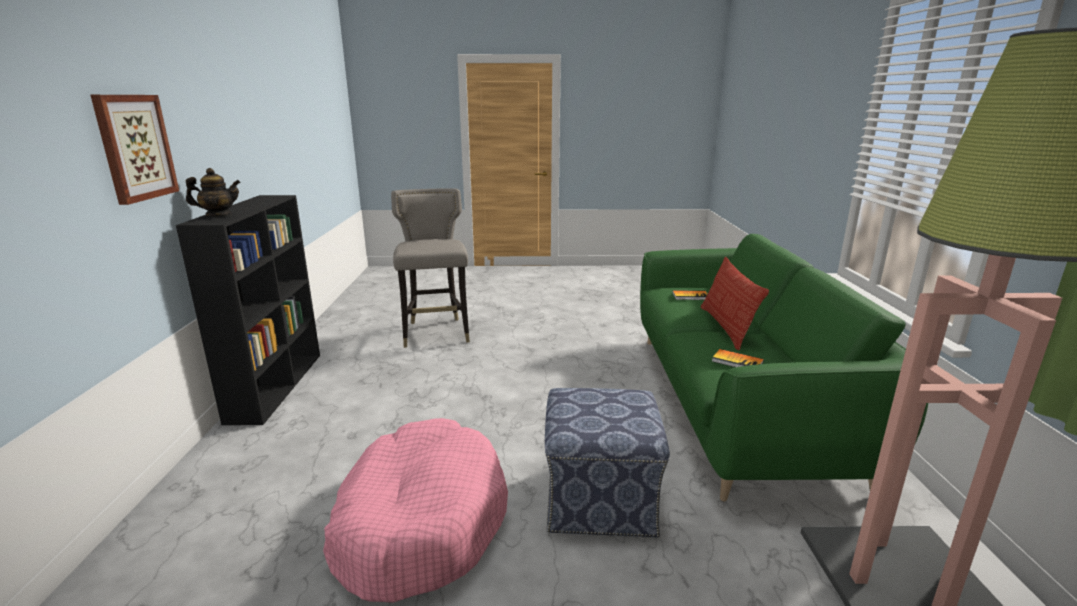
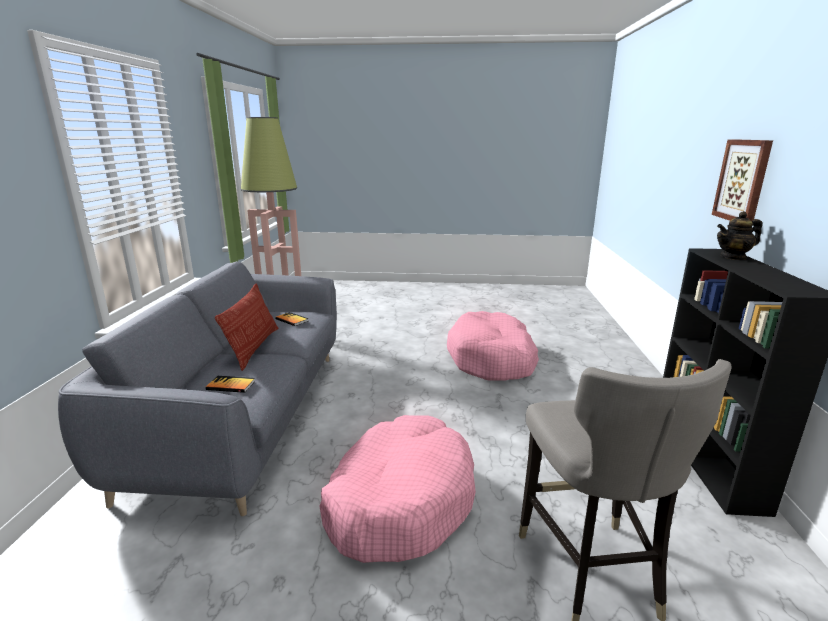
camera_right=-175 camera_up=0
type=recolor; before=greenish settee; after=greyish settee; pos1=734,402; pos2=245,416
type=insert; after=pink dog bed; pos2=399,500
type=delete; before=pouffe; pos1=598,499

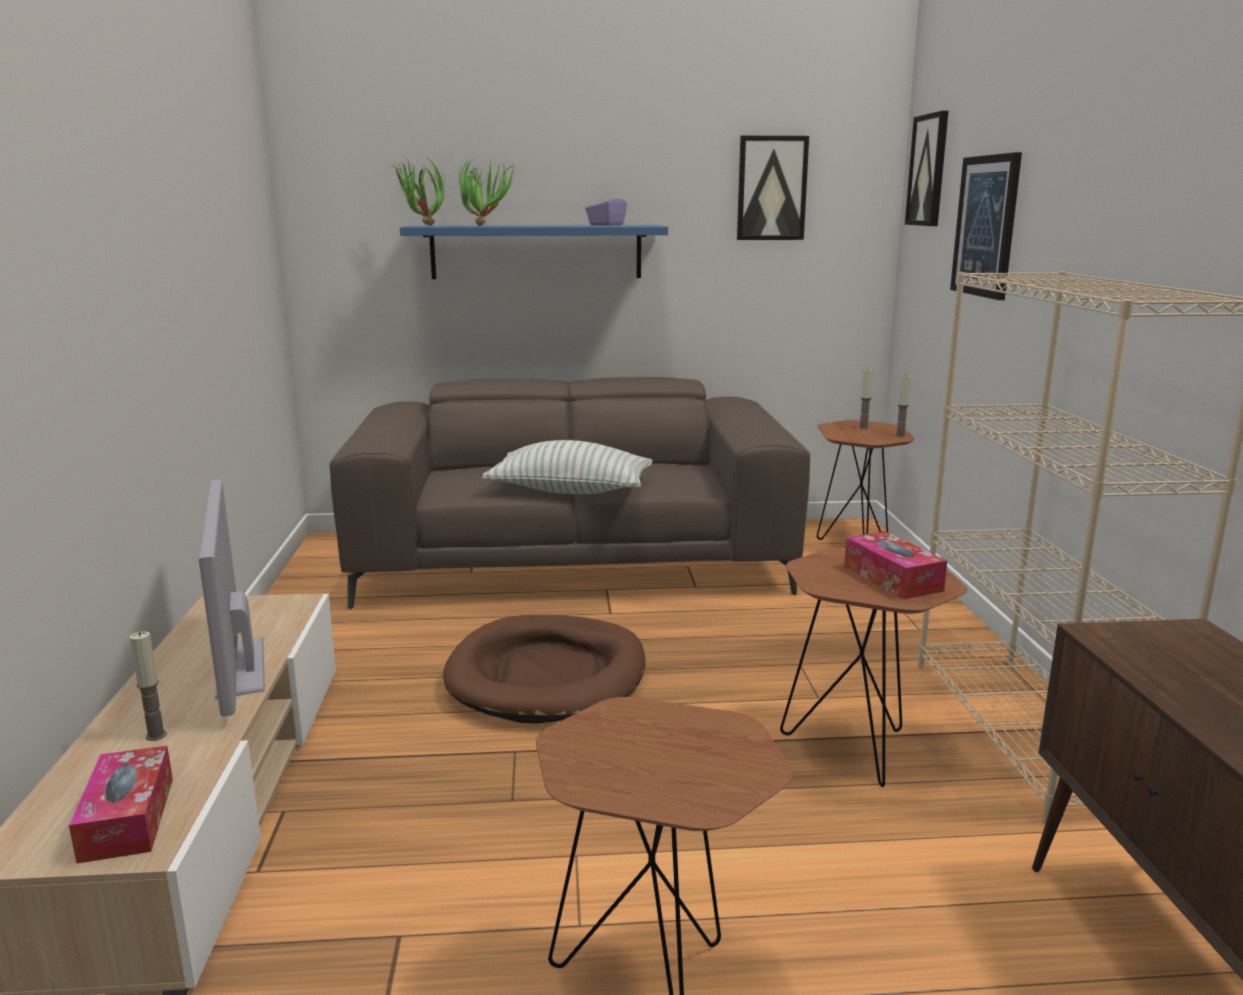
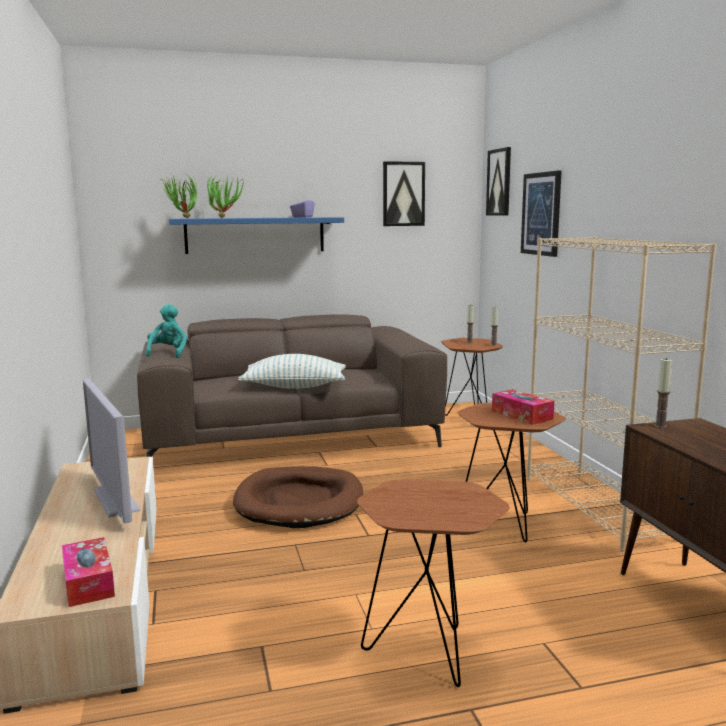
camera_right=-10 camera_up=-5
type=insert; after=blue-green plush toy; pos2=168,353
type=move; before=candle; pos1=156,735; pos2=660,426

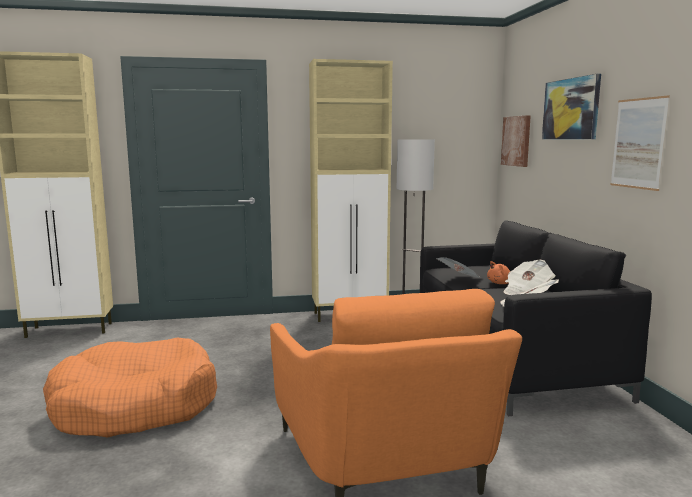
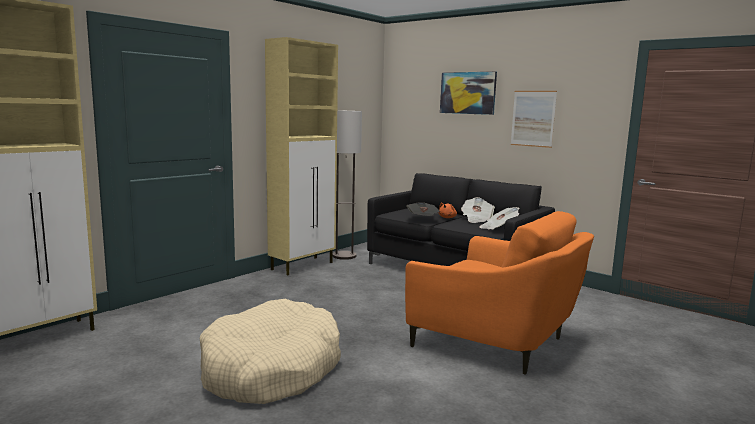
camera_right=-40 camera_up=0
type=recolor; before=orange dog bed; after=sand-coloured dog bed; pos1=135,405; pos2=271,369
type=delete; before=wall art; pos1=516,141

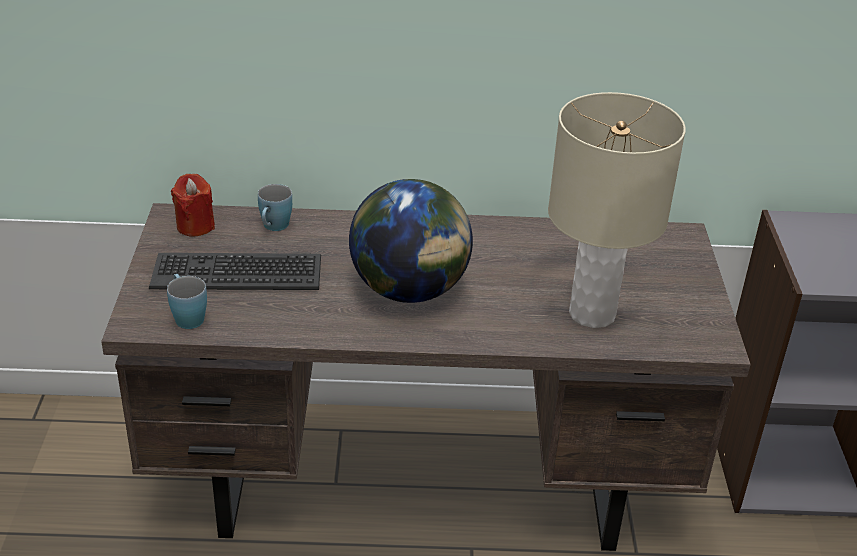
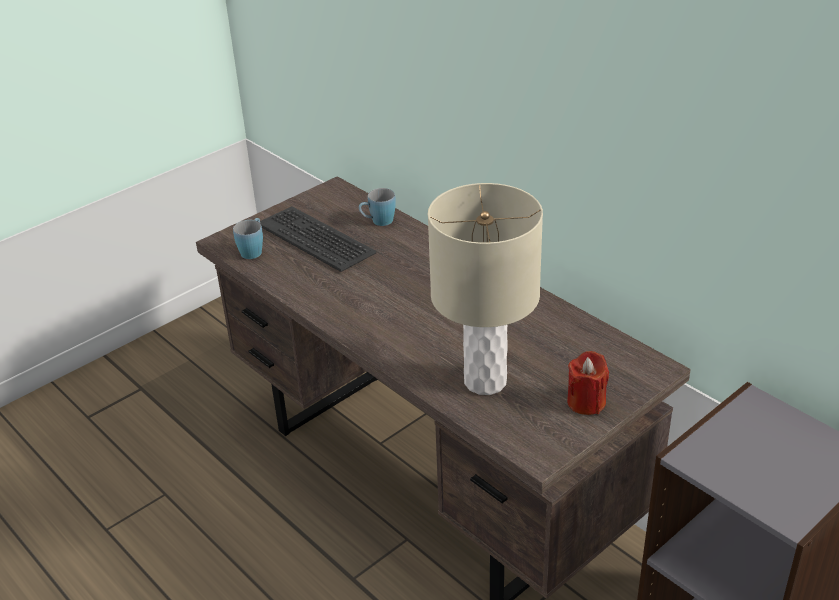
camera_right=50 camera_up=0
type=move; before=red candle; pos1=195,226; pos2=586,402
type=delete; before=world globe; pos1=410,290

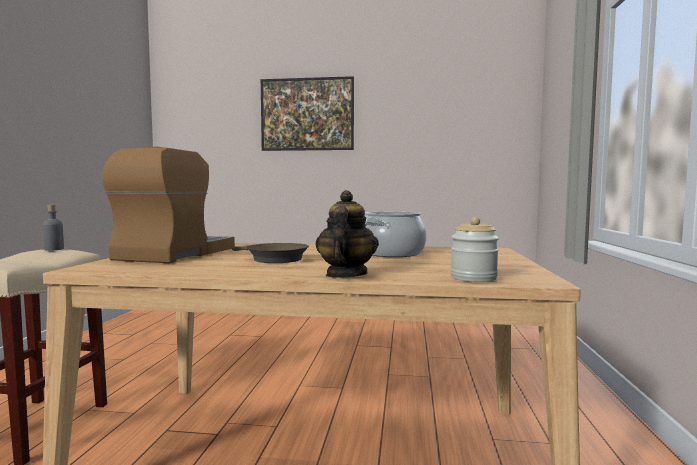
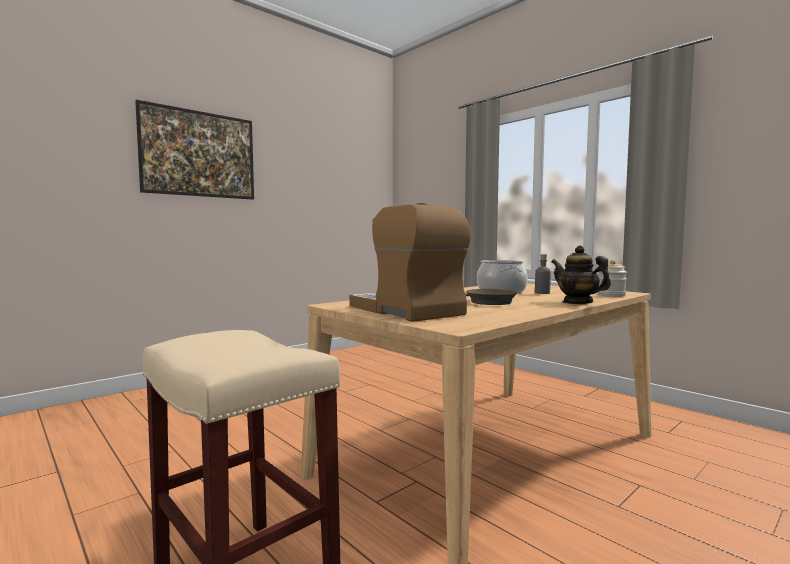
camera_right=-50 camera_up=0
type=move; before=greyish beverage bottle; pos1=54,249; pos2=542,293

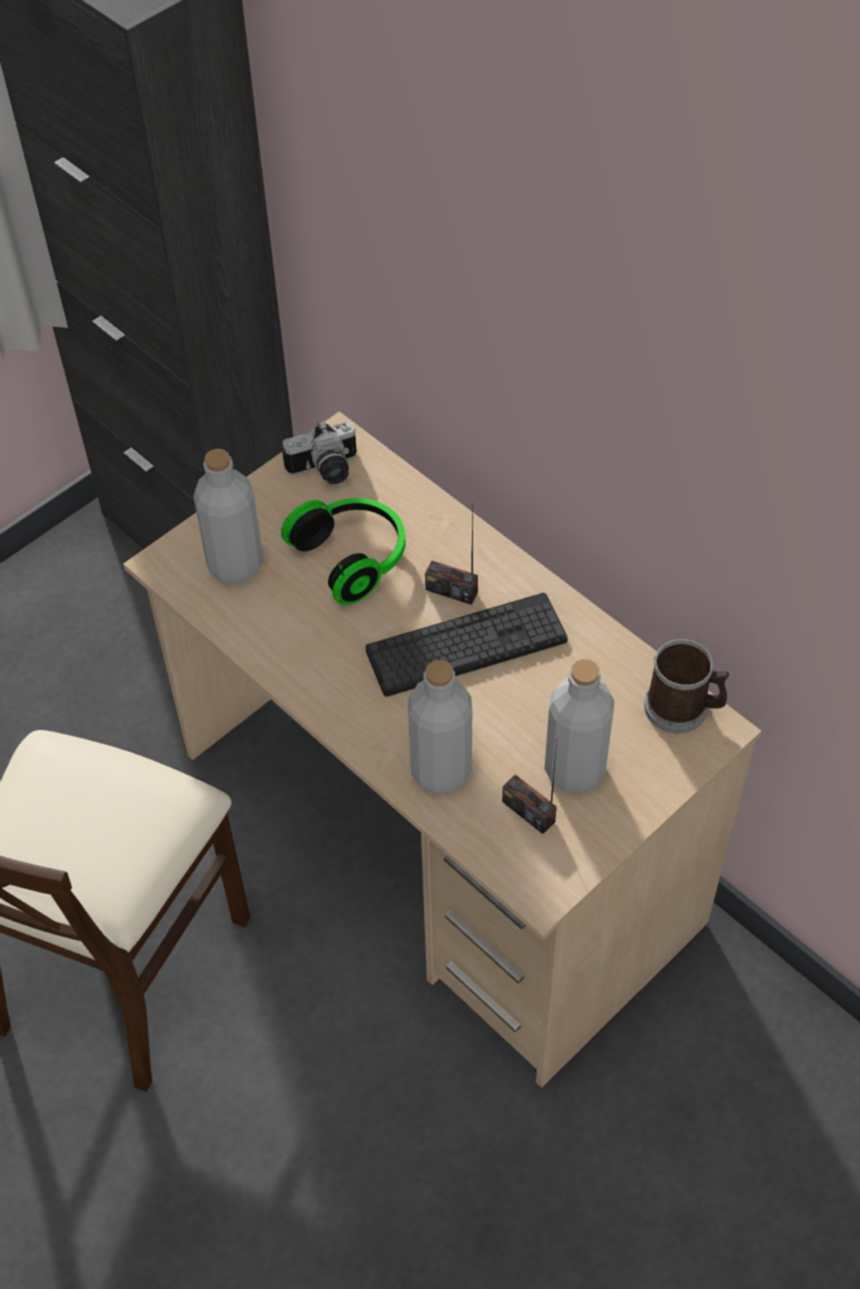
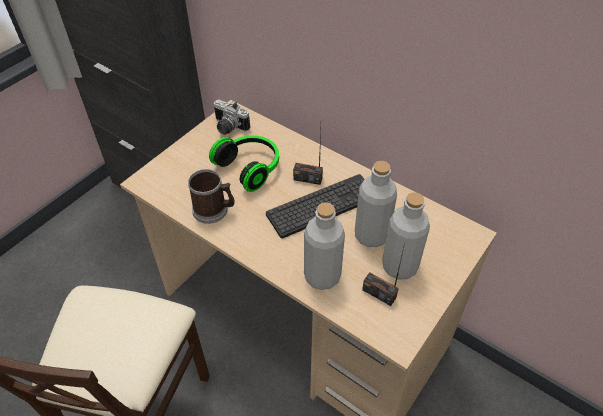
camera_right=-10 camera_up=-5
type=move; before=coffee mug; pos1=683,708; pos2=214,210
type=rotate; before=photo camera; pos1=325,471; pos2=228,127; turn=60
type=move; before=greyish beverage bottle; pos1=235,564; pos2=371,235

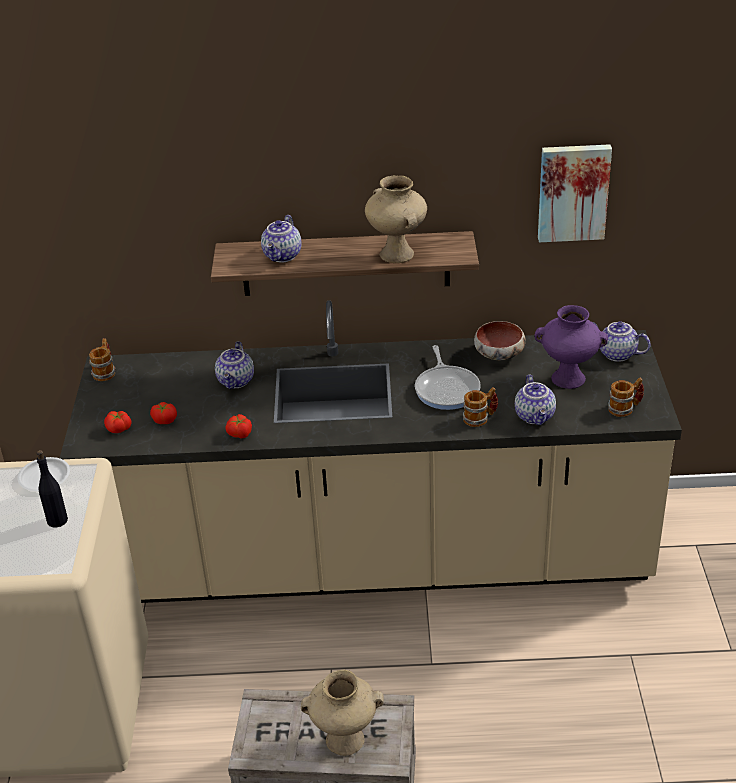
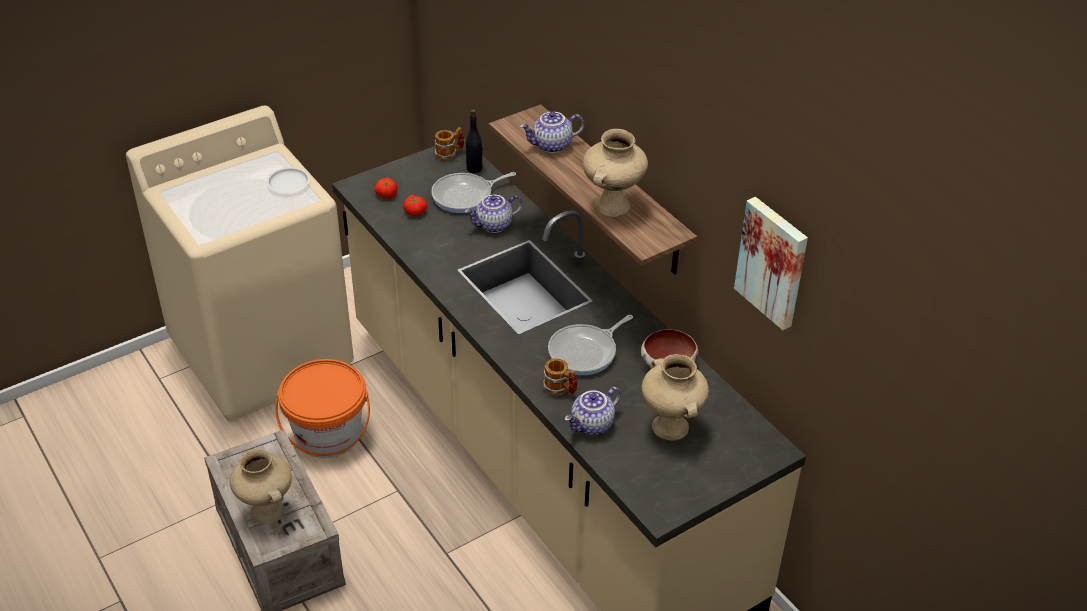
camera_right=55 camera_up=5
type=insert; after=orange pail; pos2=328,434
type=insert; after=frying pan; pos2=465,196
type=move; before=black beverage bottle; pos1=57,520; pos2=474,168
type=recolor; before=purple vase; after=sand-coloured vase; pos1=569,378; pos2=671,427
type=delete; before=tomato; pos1=239,434
type=delete; before=pot for tea; pos1=616,354
type=delete; before=coffee mug; pos1=625,408

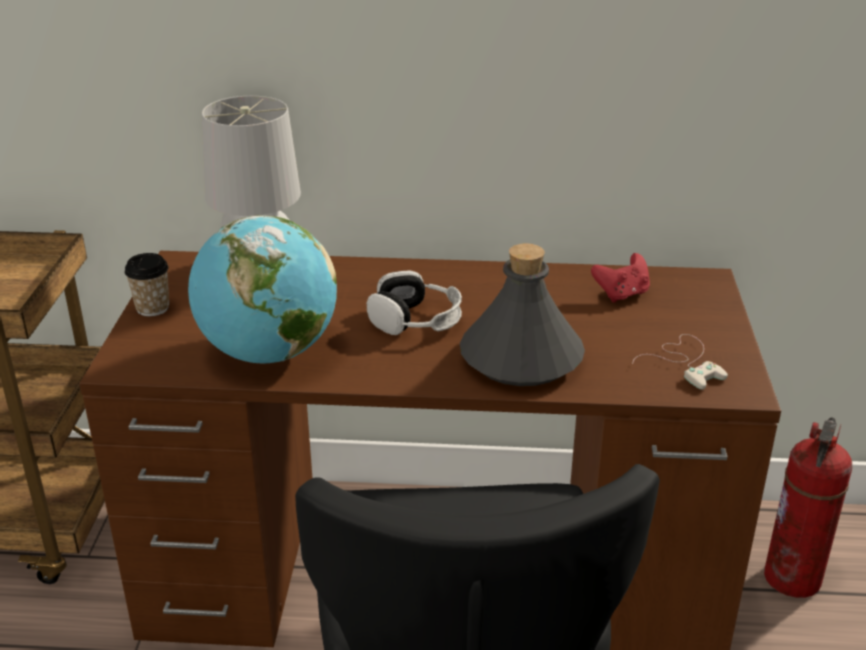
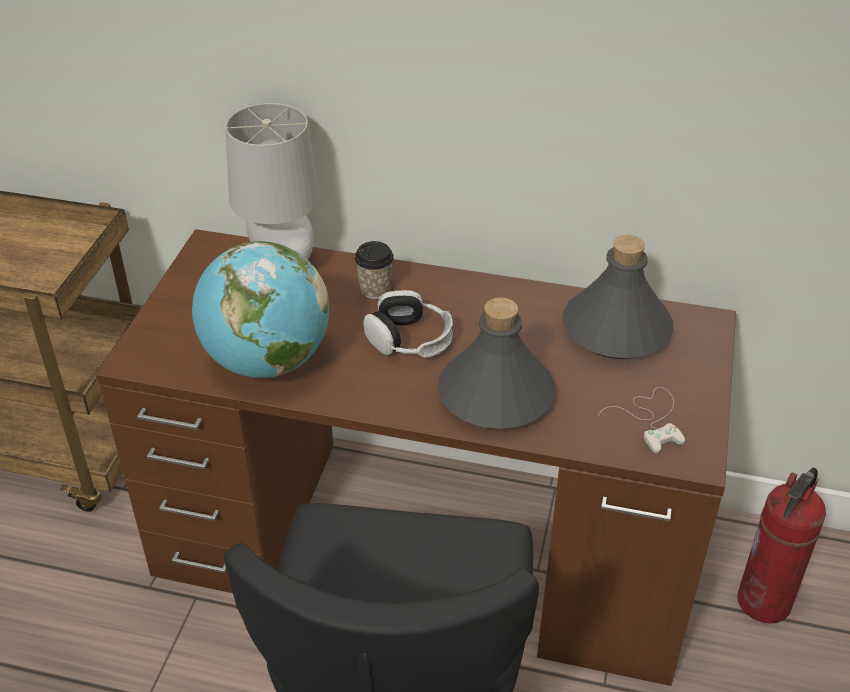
camera_right=10 camera_up=10
type=move; before=cup; pos1=152,308; pos2=375,290
type=replace; before=red joypad; after=greyish beverage bottle; pos1=622,294; pos2=615,330

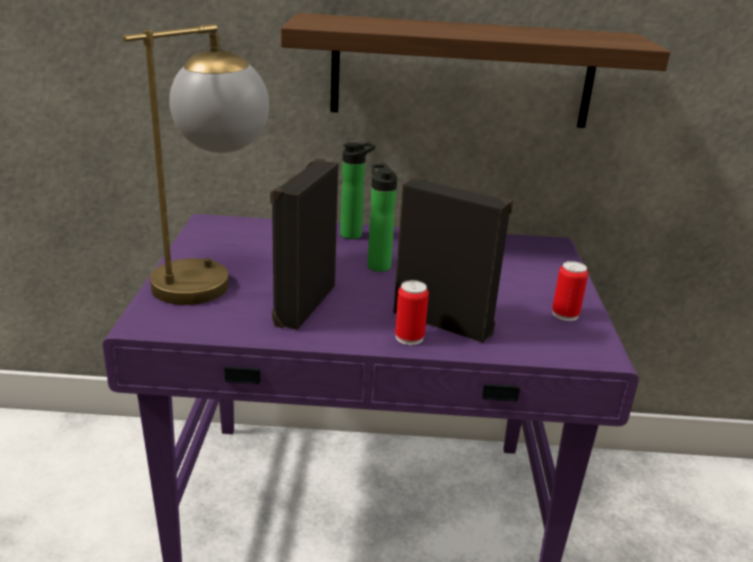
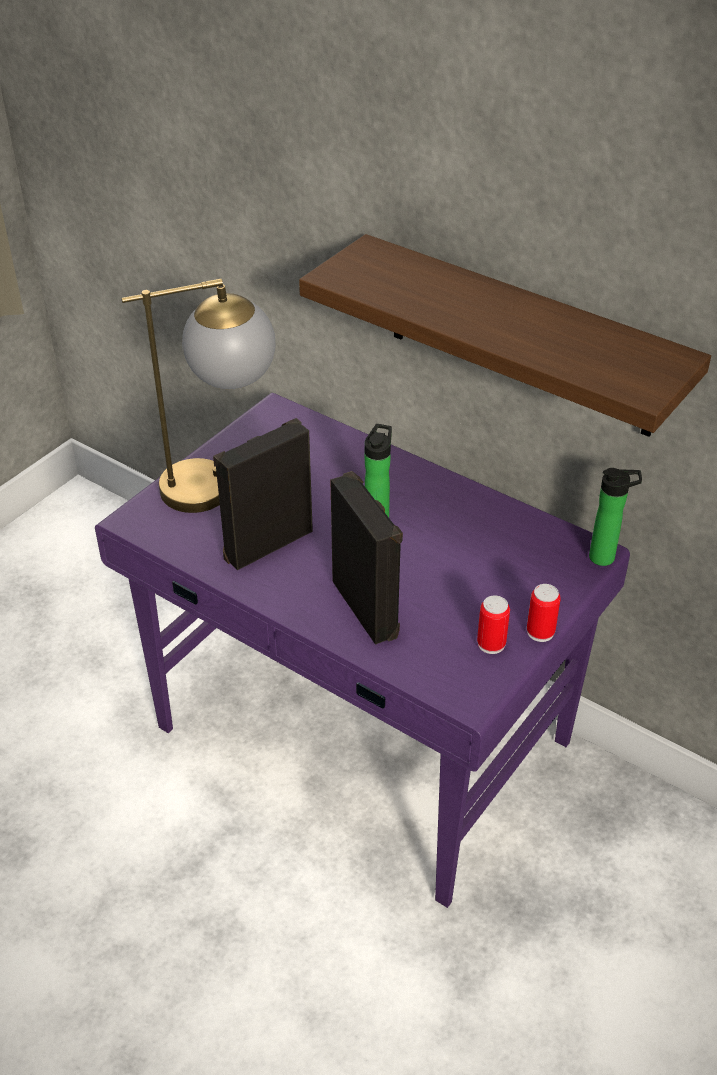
camera_right=35 camera_up=15
type=move; before=metal can; pos1=409,337; pos2=540,632
type=move; before=beverage bottle; pos1=354,234; pos2=606,557

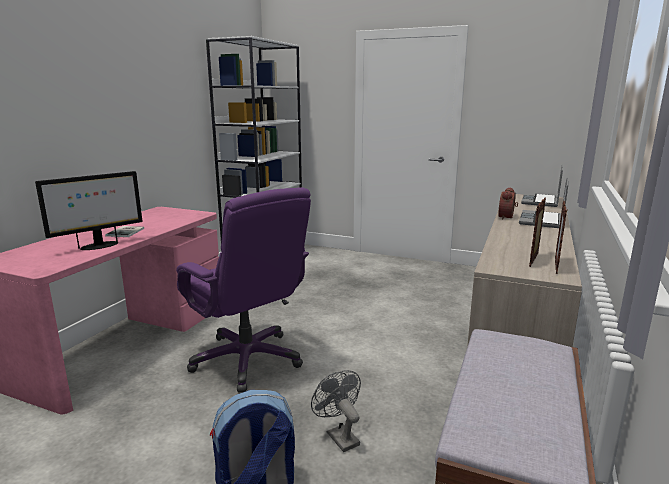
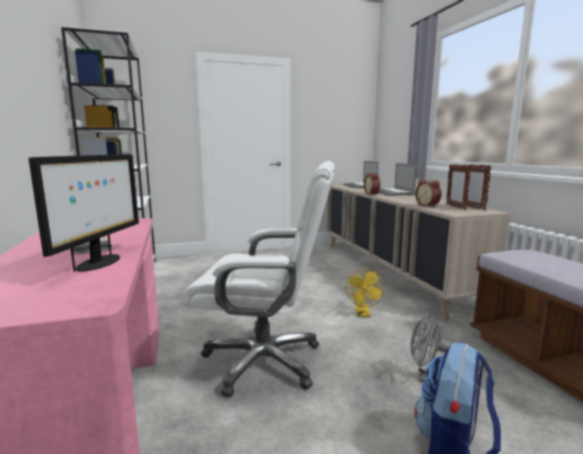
camera_right=-40 camera_up=-5
type=recolor; before=purple office chair; after=white-coloured office chair; pos1=248,360; pos2=264,360
type=insert; after=yellowish electric fan; pos2=363,314
type=insert; after=table clock; pos2=428,205

